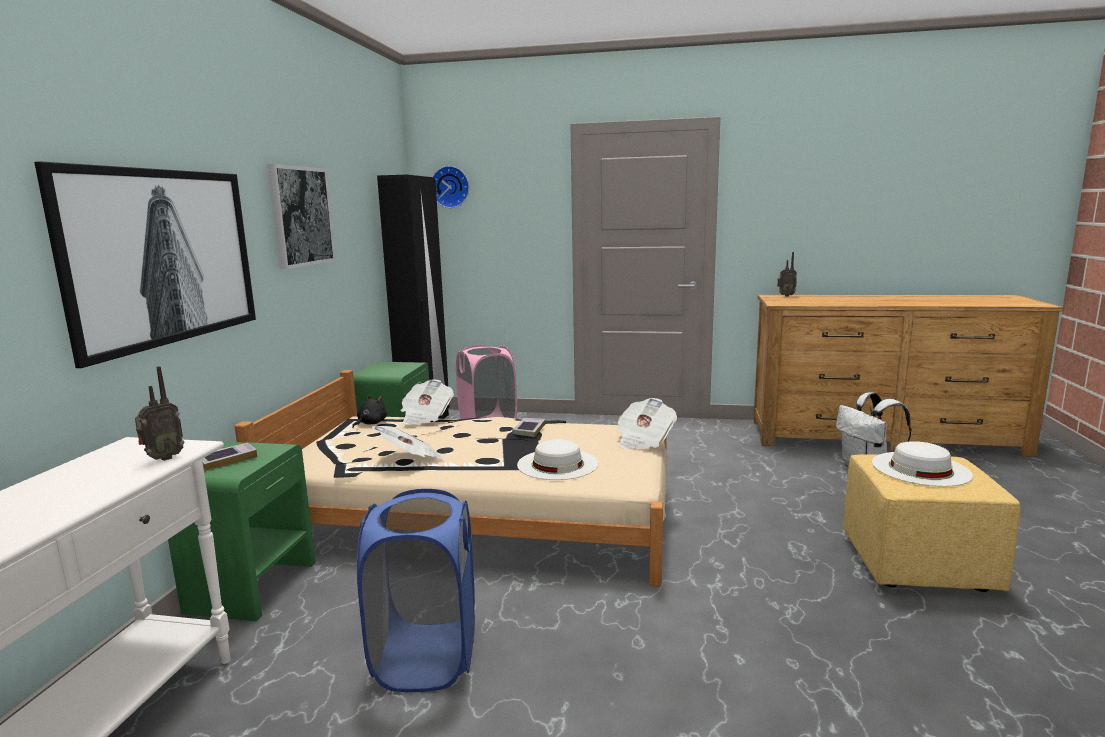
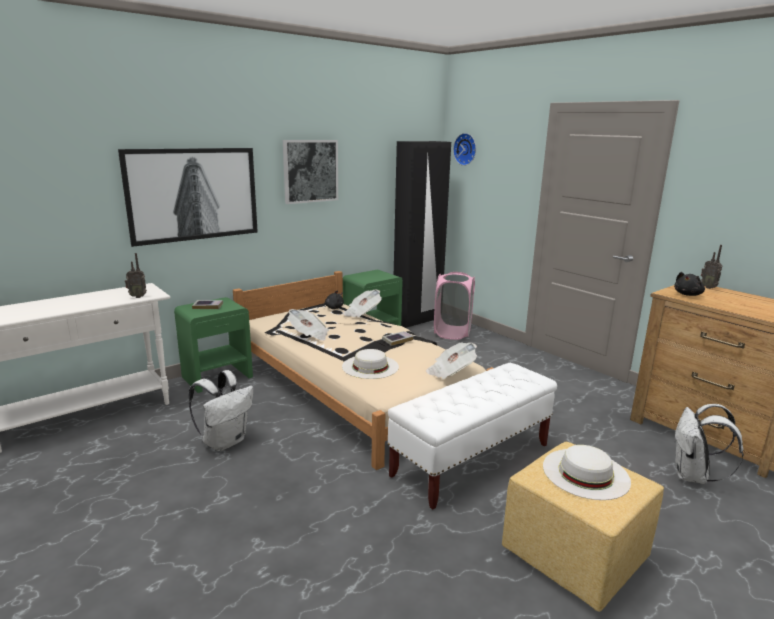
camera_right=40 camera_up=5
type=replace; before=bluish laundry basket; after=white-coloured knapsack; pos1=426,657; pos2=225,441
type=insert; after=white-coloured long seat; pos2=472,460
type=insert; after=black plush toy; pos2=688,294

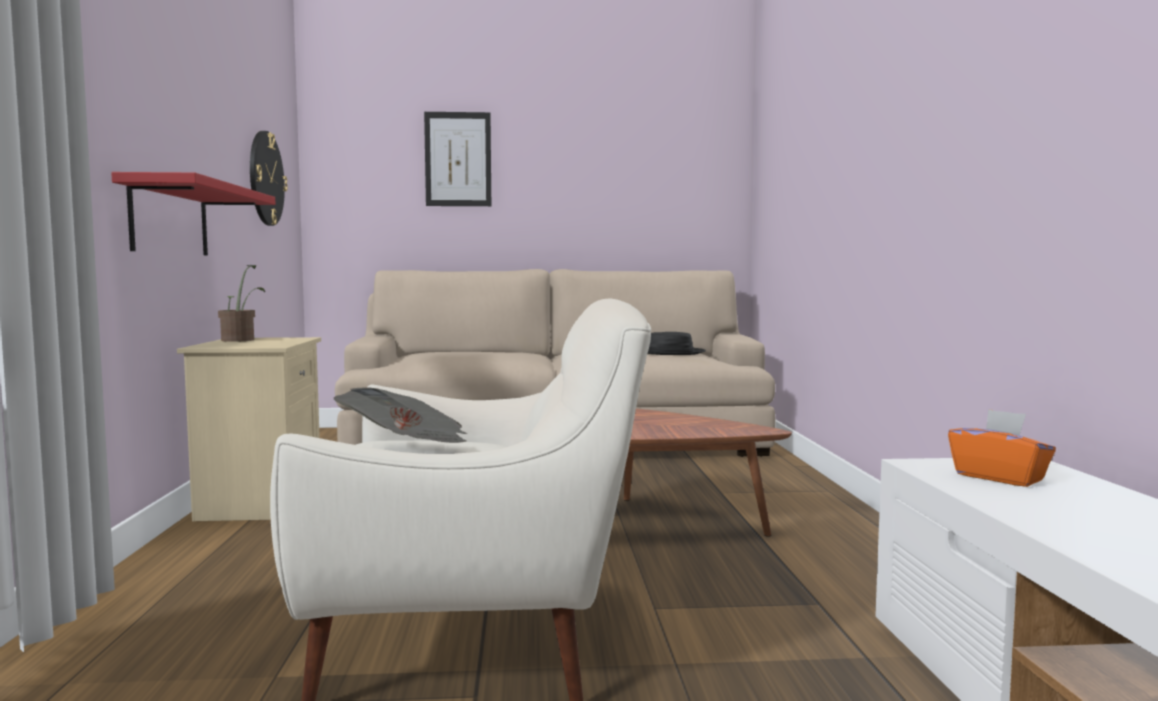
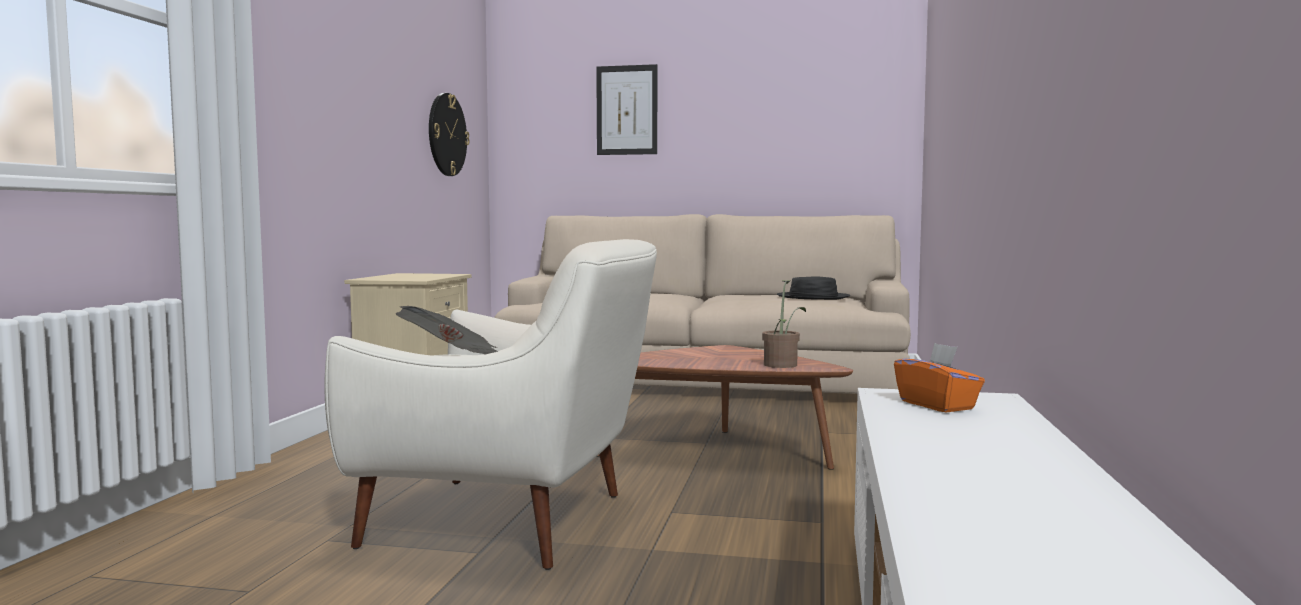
camera_right=15 camera_up=0
type=move; before=potted plant; pos1=241,339; pos2=782,364
type=delete; before=red bracket shelf; pos1=170,219

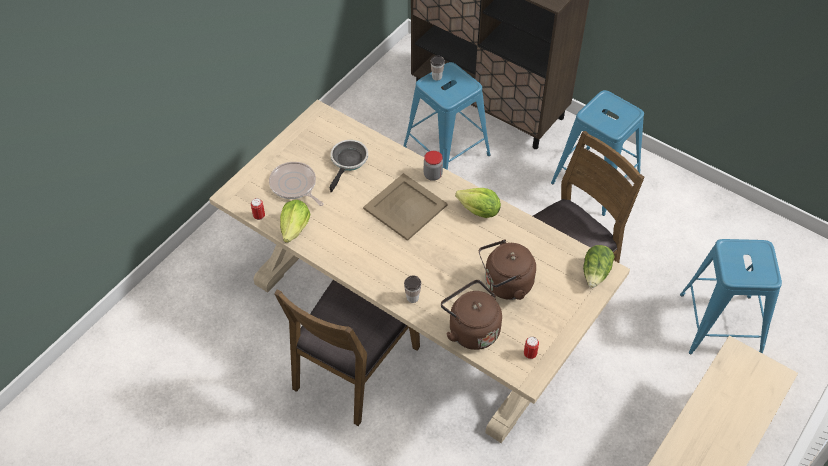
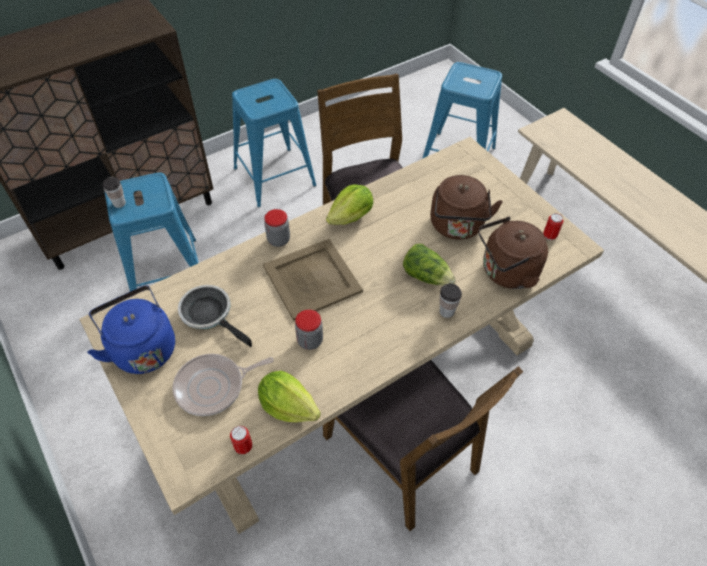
camera_right=-70 camera_up=0
type=insert; after=bluish kettle; pos2=142,347
type=insert; after=storage jar; pos2=310,340
type=move; before=lettuce head; pos1=596,273; pos2=426,276

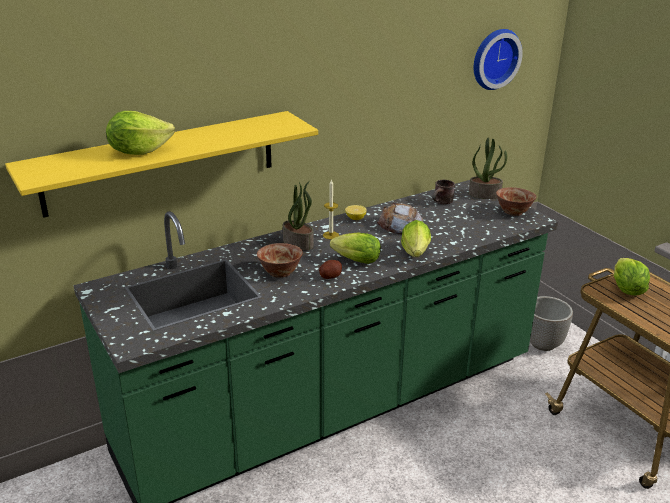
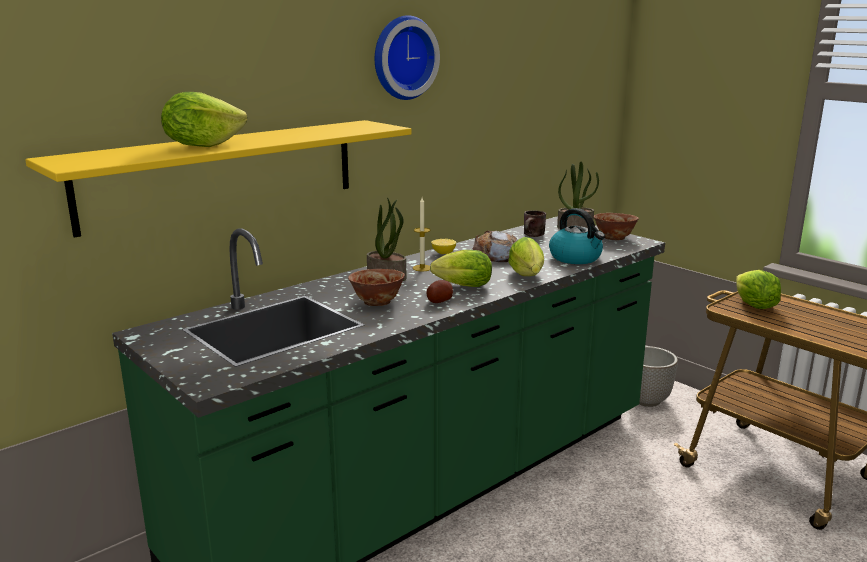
camera_right=-10 camera_up=-10
type=move; before=wall clock; pos1=493,58; pos2=402,58
type=insert; after=kettle; pos2=576,258

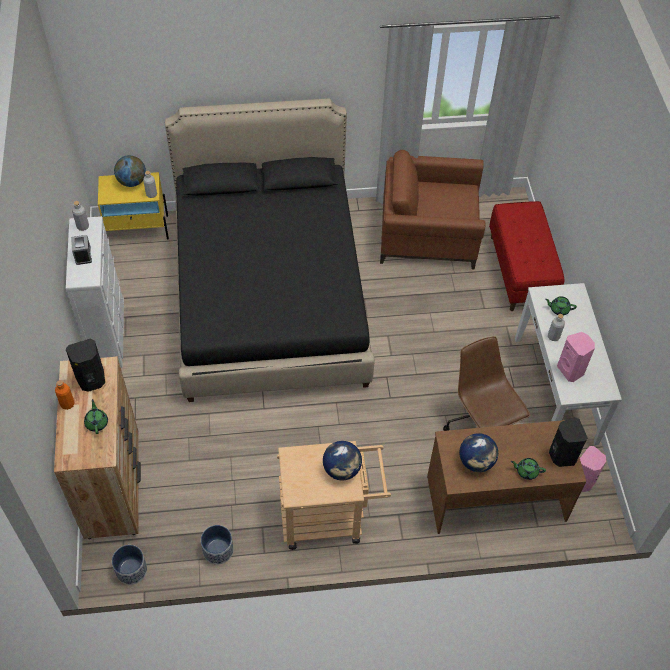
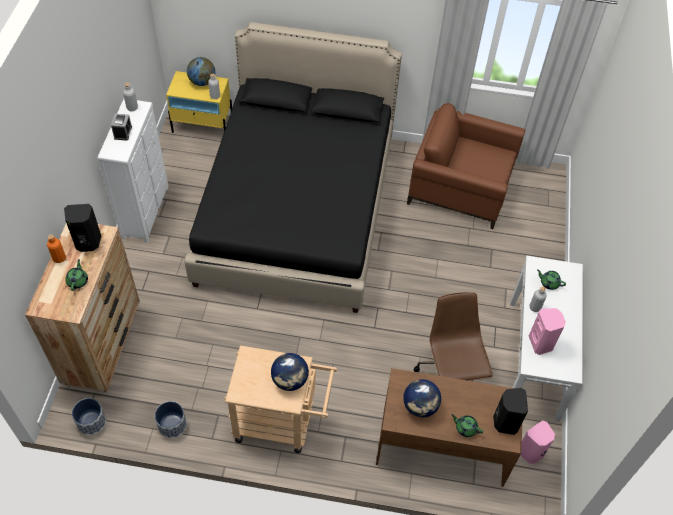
camera_right=15 camera_up=0
type=delete; before=red long seat; pos1=520,271

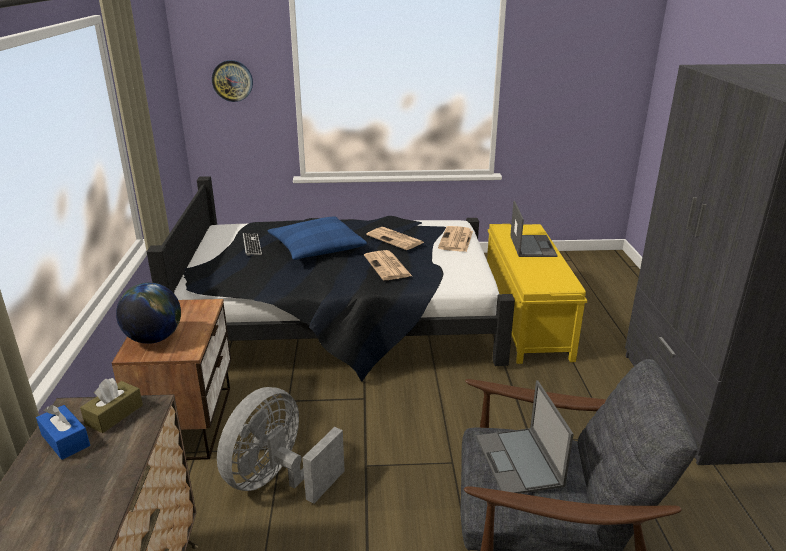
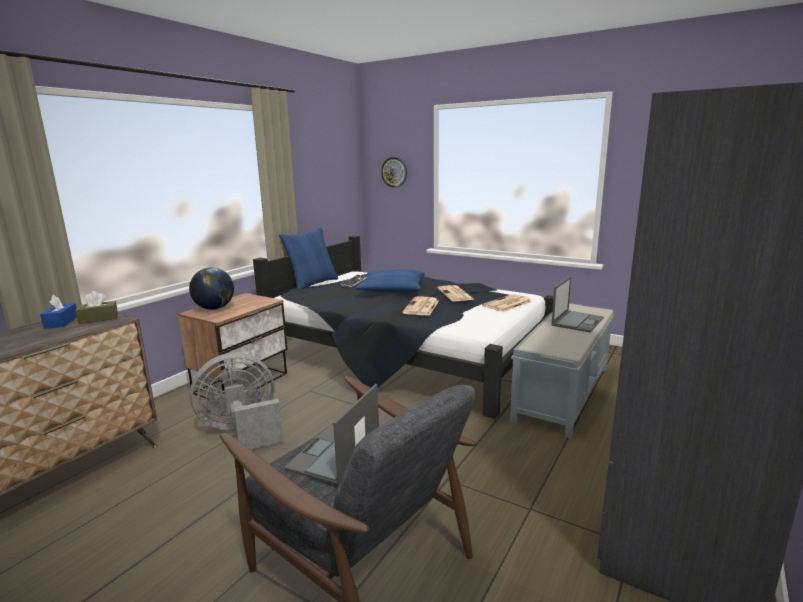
camera_right=35 camera_up=-10
type=insert; after=bluish cushion; pos2=312,284
type=recolor; before=yellowish long seat; after=greyish long seat; pos1=525,317; pos2=563,392

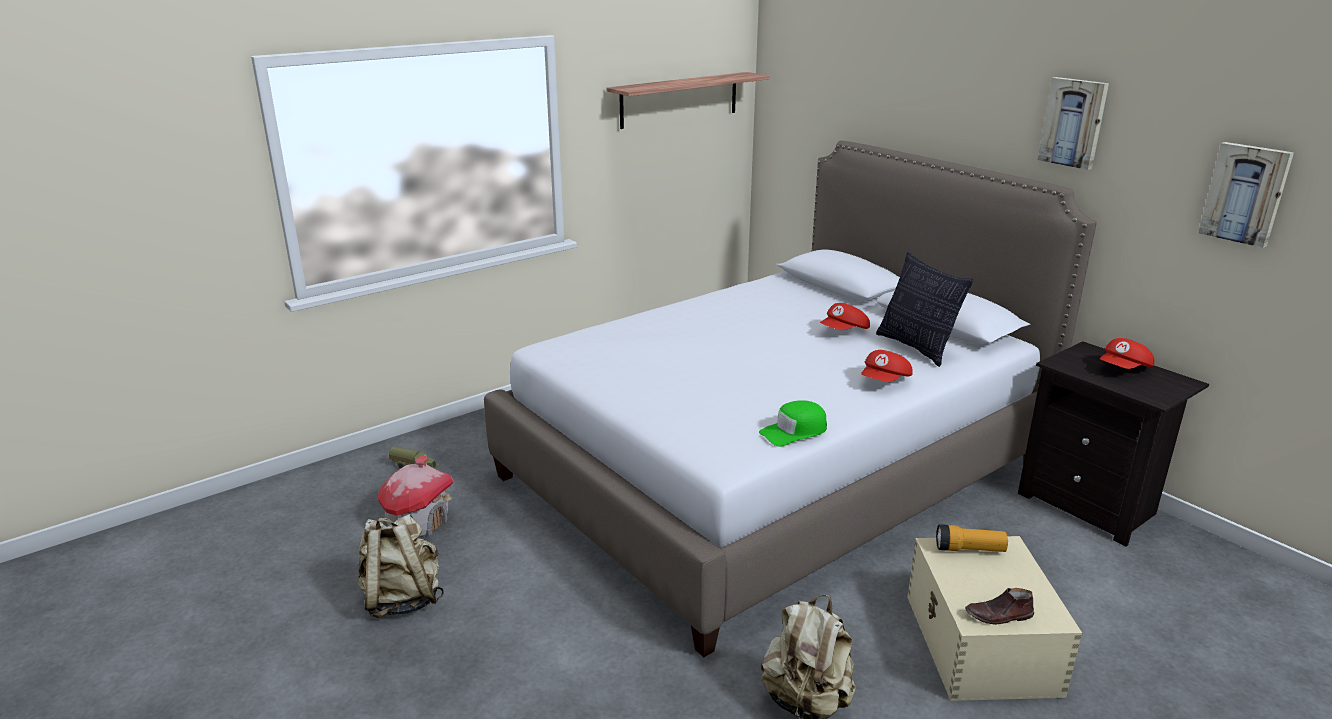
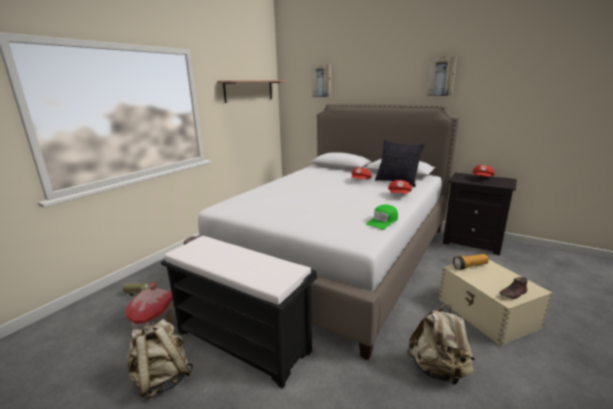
camera_right=-20 camera_up=-5
type=insert; after=black long seat; pos2=244,341
type=move; before=wall art; pos1=1246,193; pos2=321,81

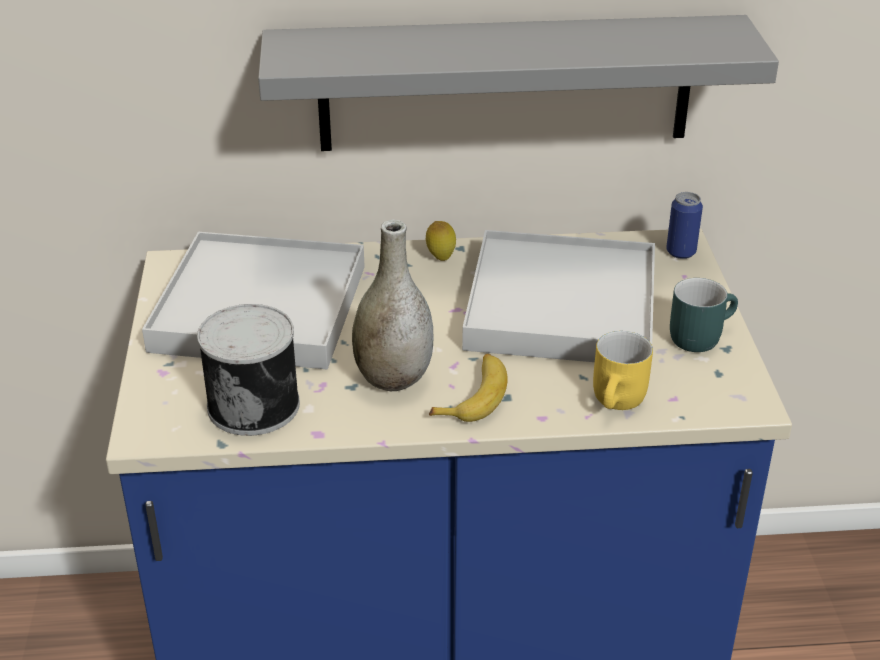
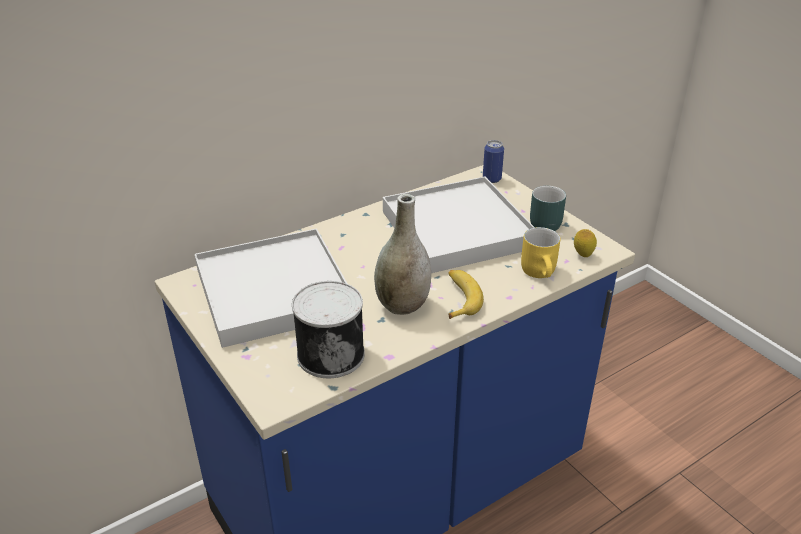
camera_right=-30 camera_up=0
type=move; before=lemon; pos1=440,258; pos2=582,255
type=delete; before=greyish bracket shelf; pos1=505,83

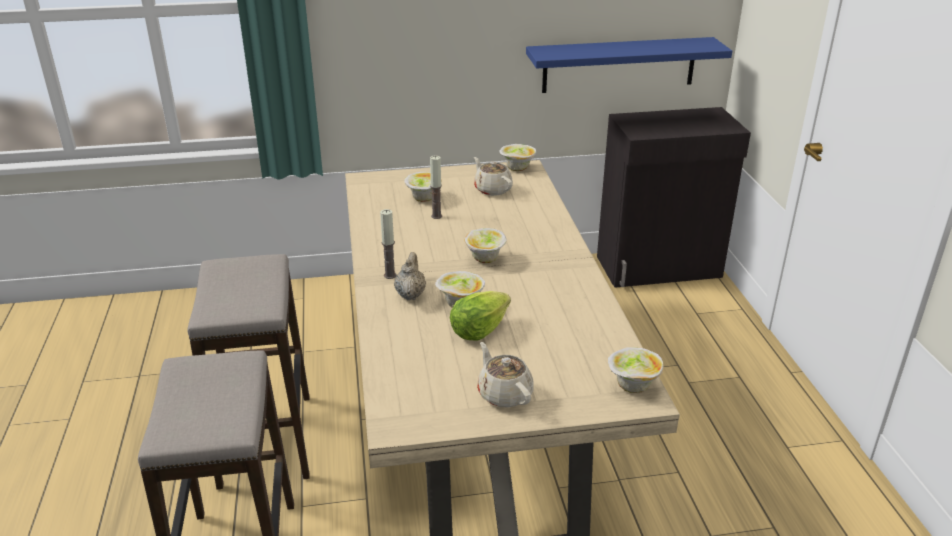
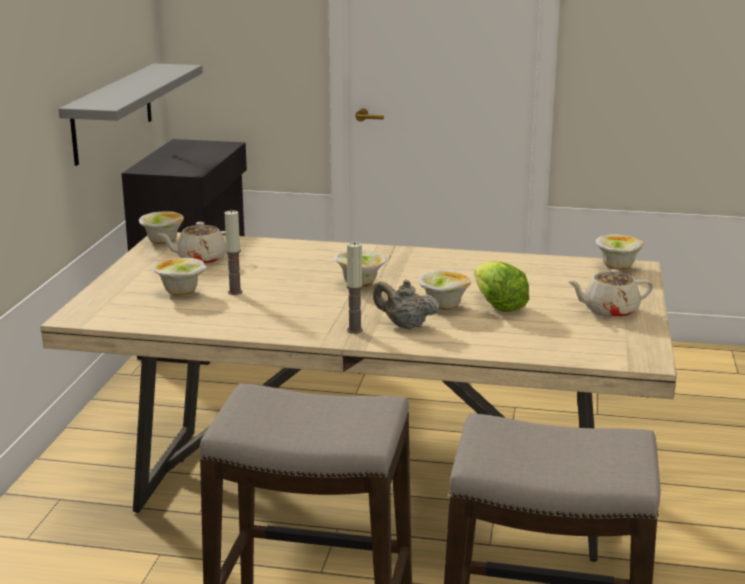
camera_right=-70 camera_up=-10
type=recolor; before=bluish bracket shelf; after=greyish bracket shelf; pos1=619,65; pos2=112,112

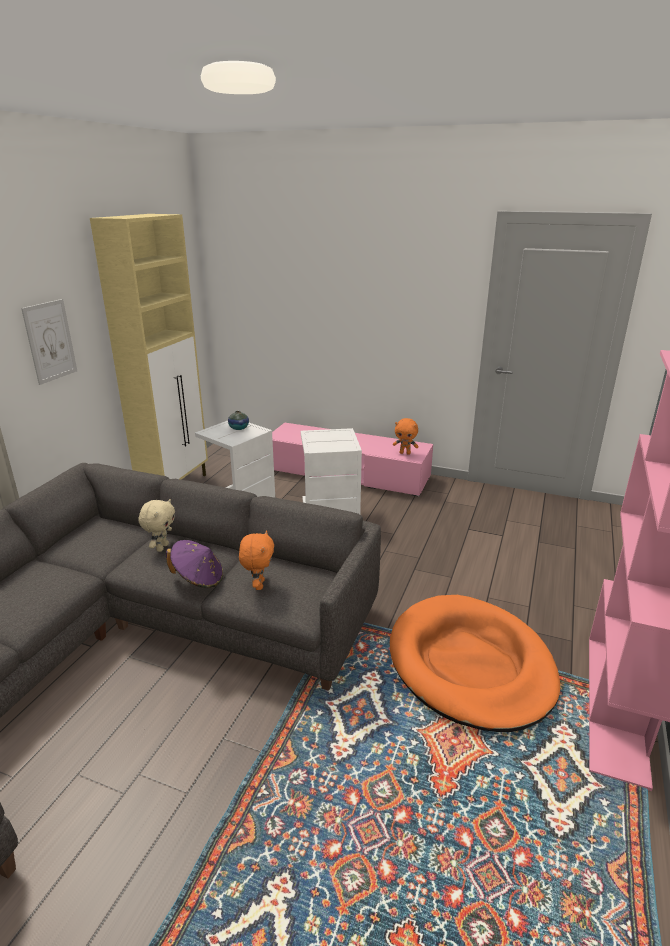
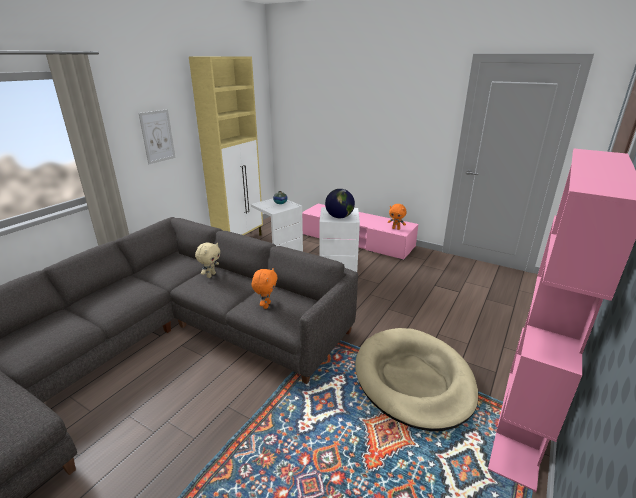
camera_right=10 camera_up=0
type=insert; after=world globe; pos2=339,217
type=recolor; before=orange dog bed; after=sand-coloured dog bed; pos1=470,665; pos2=413,380
type=delete; before=purple clothing hat; pos1=198,578

